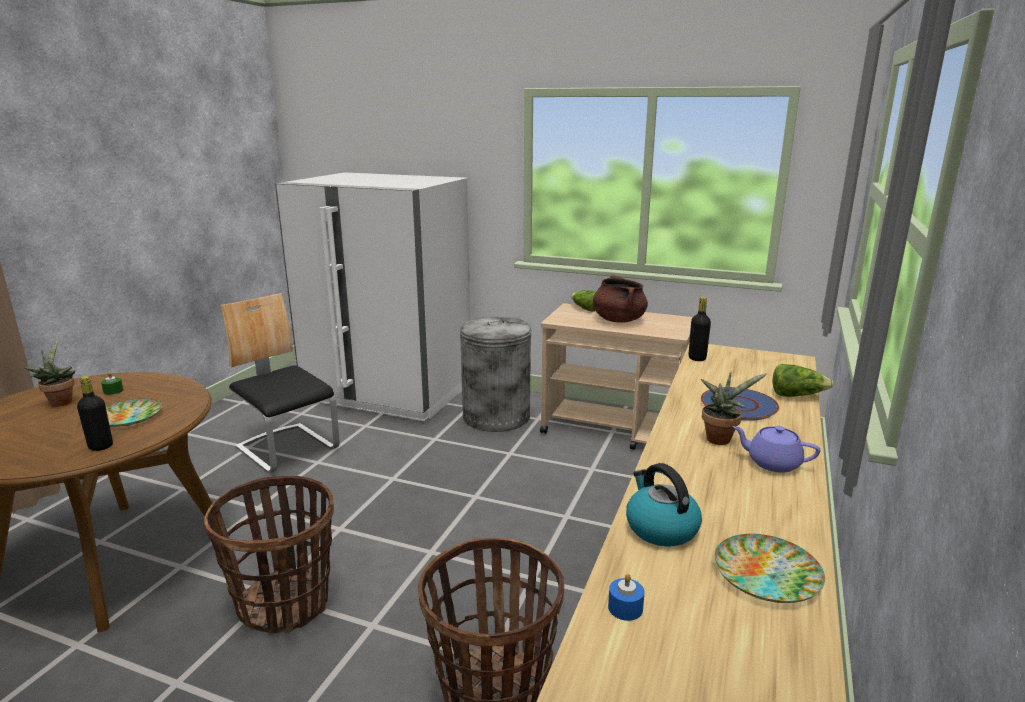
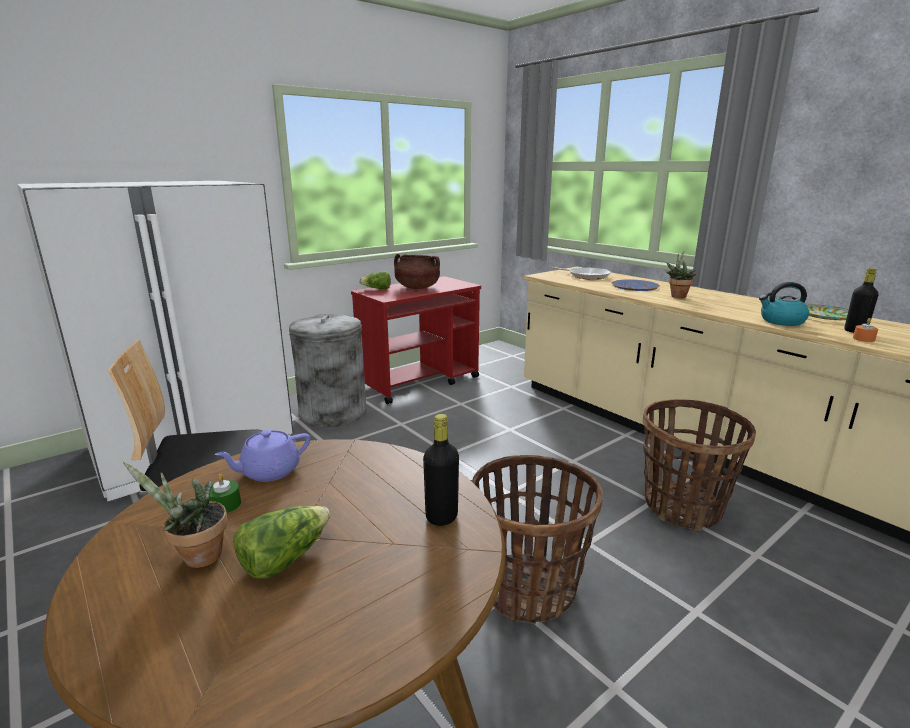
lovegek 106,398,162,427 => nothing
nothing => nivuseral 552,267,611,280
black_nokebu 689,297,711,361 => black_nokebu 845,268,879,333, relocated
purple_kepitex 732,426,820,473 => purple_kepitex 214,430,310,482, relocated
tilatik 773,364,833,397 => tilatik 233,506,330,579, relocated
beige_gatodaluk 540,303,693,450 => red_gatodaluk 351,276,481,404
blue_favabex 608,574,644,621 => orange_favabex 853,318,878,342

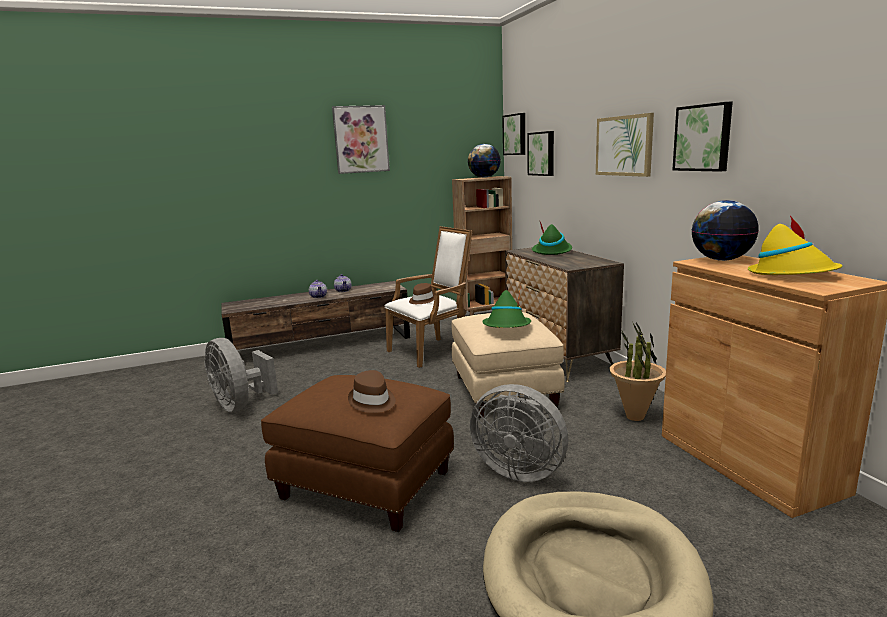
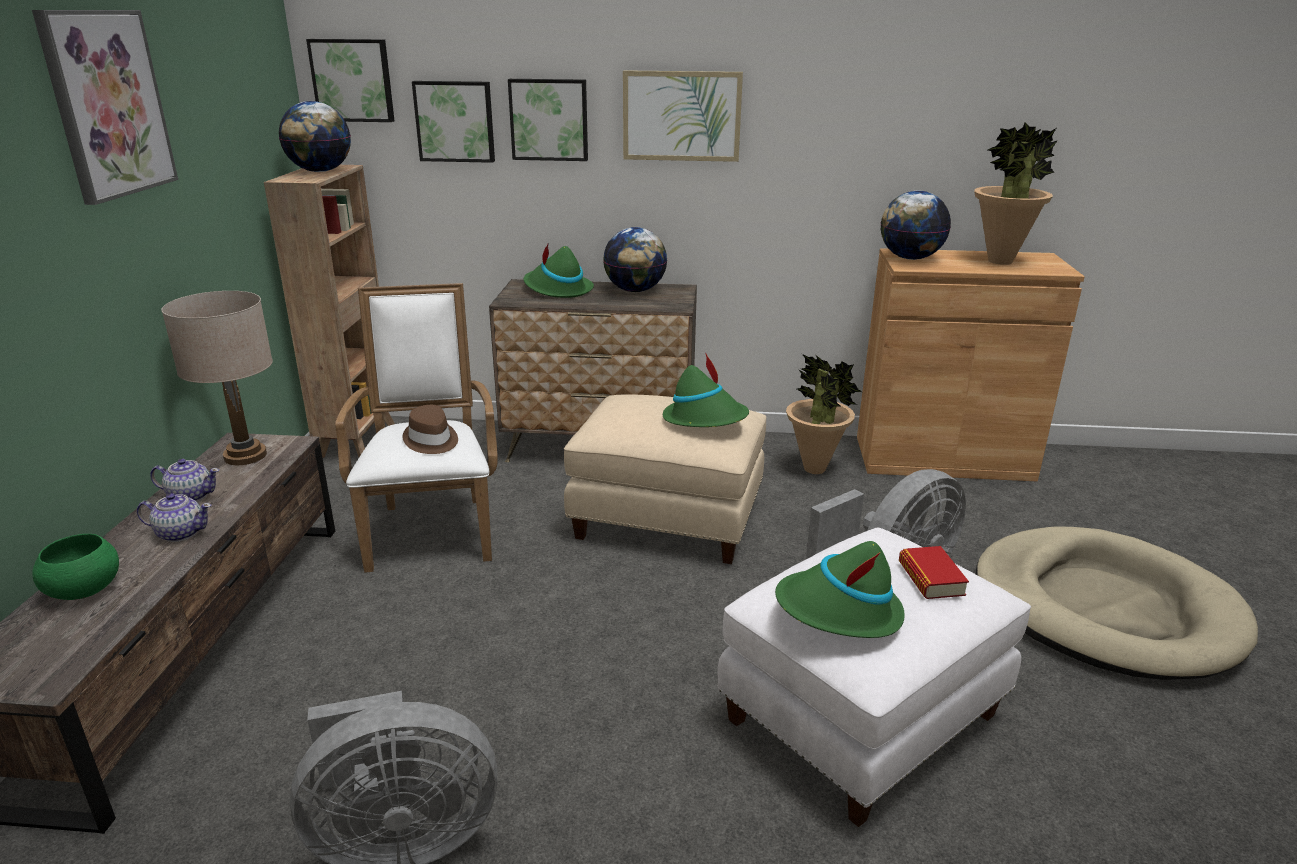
nothing => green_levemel 32,534,119,600
nothing => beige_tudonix 162,291,273,465
nothing => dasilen 603,227,667,292
nothing => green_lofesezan 775,541,905,638
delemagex 672,102,733,172 => delemagex 508,79,588,161, relocated
brown_lofesezan 348,370,396,413 => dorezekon 899,546,969,599
yellow_lofesezan 748,215,843,275 => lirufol 974,122,1058,265
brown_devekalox 261,375,454,532 => white_devekalox 717,527,1031,827

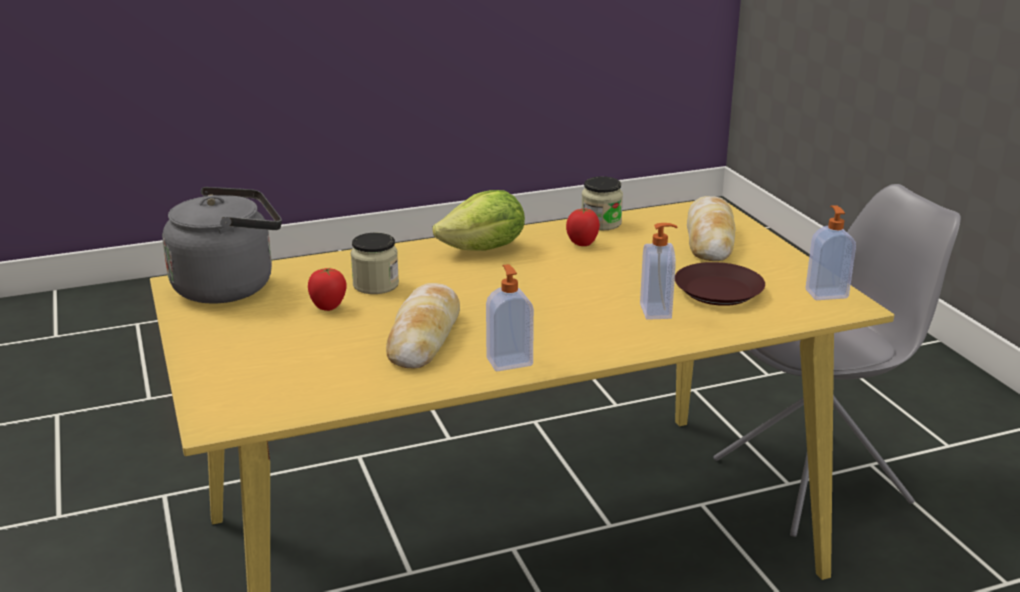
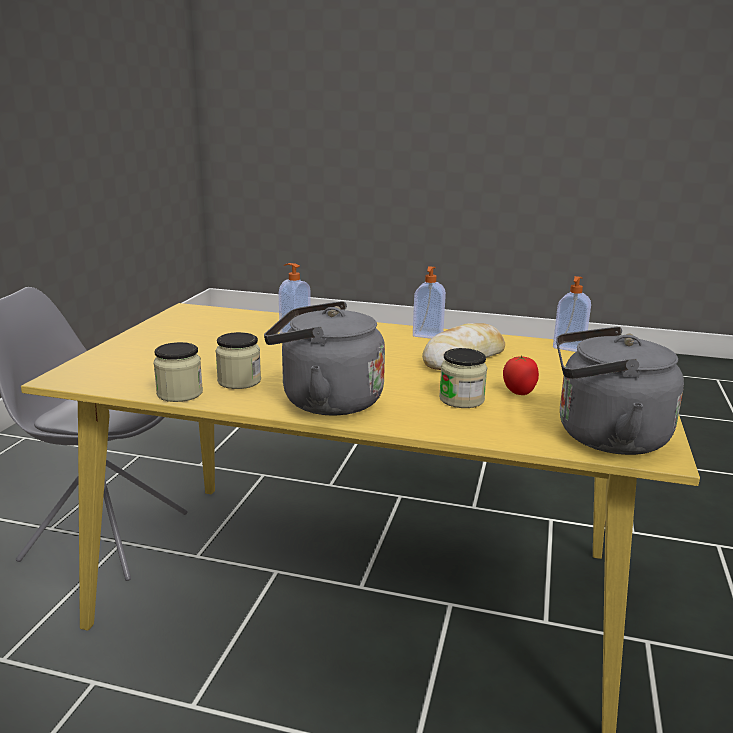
brown_lovegek 675,262,765,306 => nothing
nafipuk 687,196,736,261 => nothing
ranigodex 805,205,856,300 => ranigodex 553,276,591,352, relocated
tilatik 433,190,525,251 => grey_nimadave 264,301,385,416
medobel 566,208,600,246 => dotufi 215,332,261,389

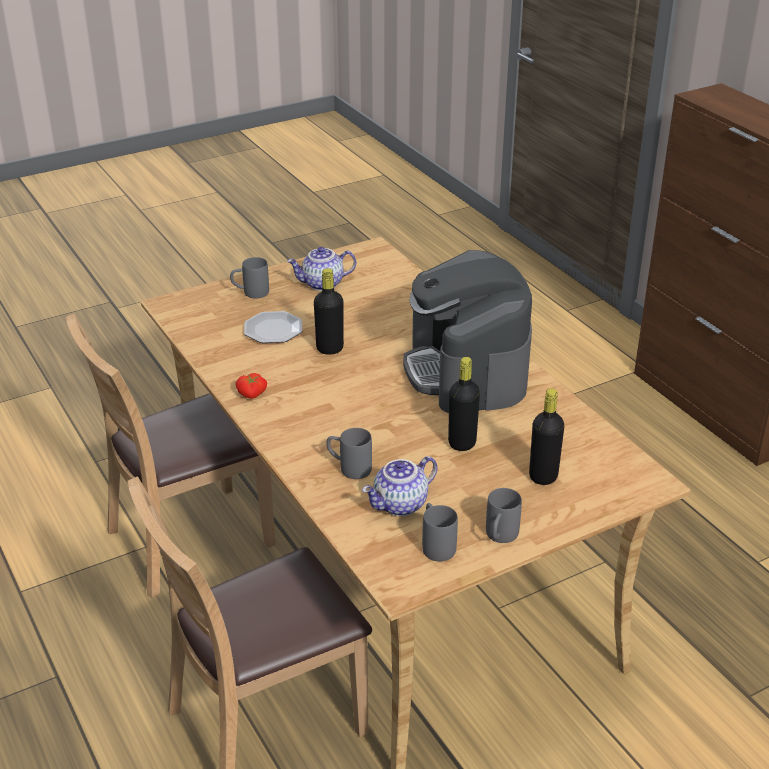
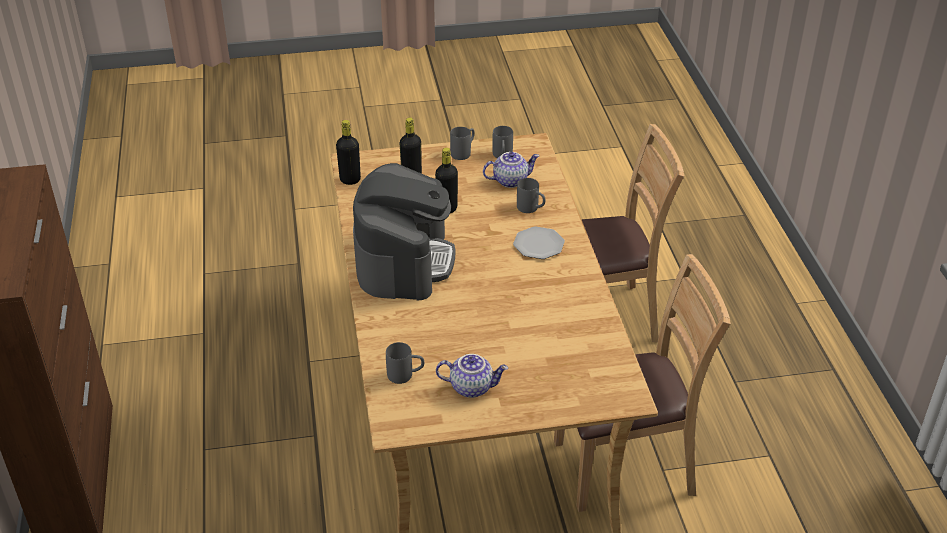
medobel 235,373,267,399 => nothing
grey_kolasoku 230,257,269,298 => grey_kolasoku 386,342,424,384, relocated
lovegek 244,311,302,343 => lovegek 513,226,565,259, relocated
black_nokebu 314,268,344,355 => black_nokebu 336,120,361,185, relocated

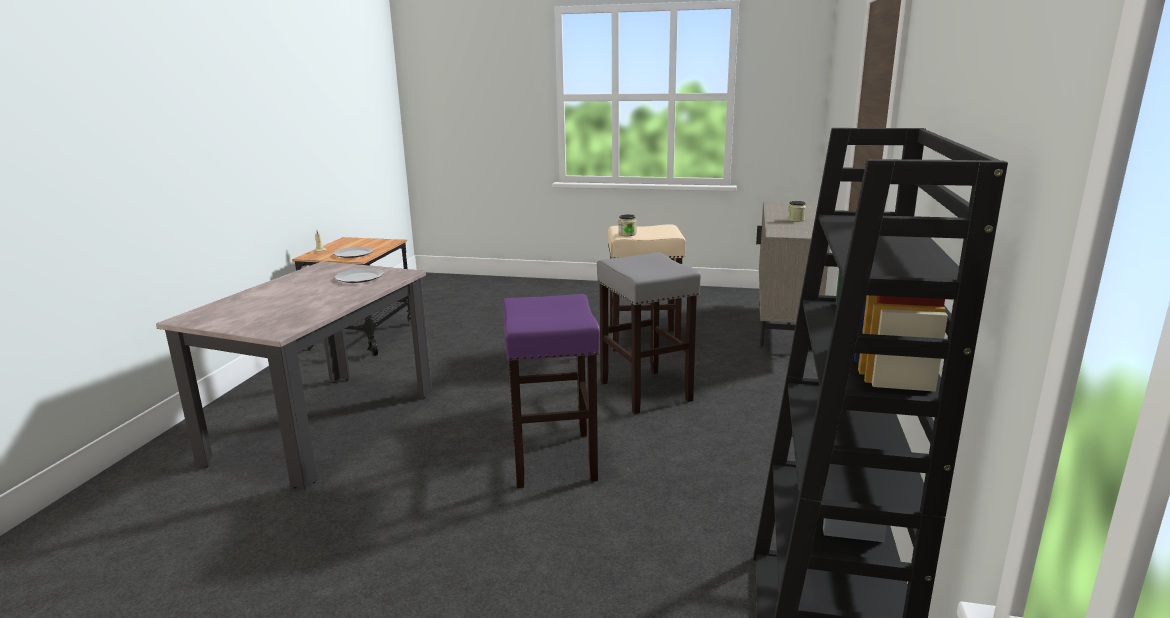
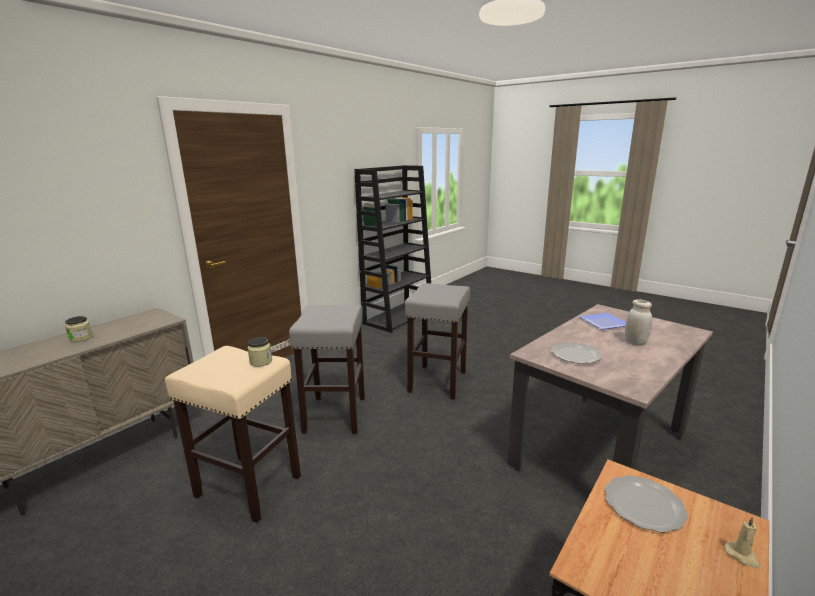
nothing => lovegek 579,313,626,330
nothing => white_dotufi 625,299,652,346
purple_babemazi 503,294,600,488 => grey_babemazi 405,283,470,400

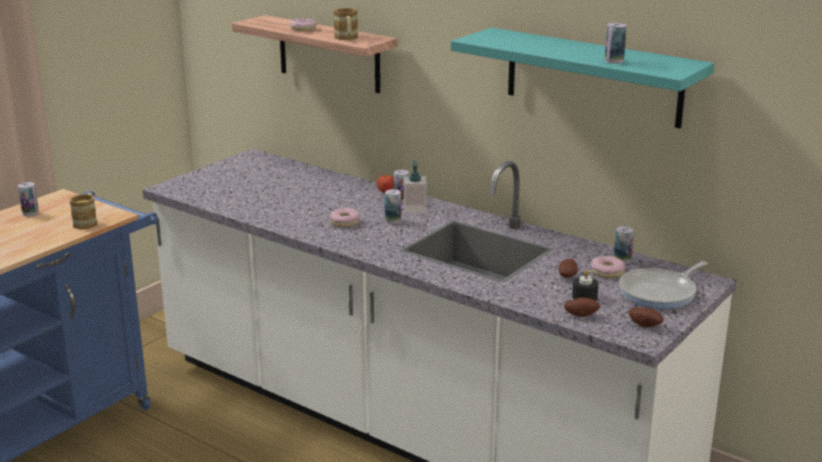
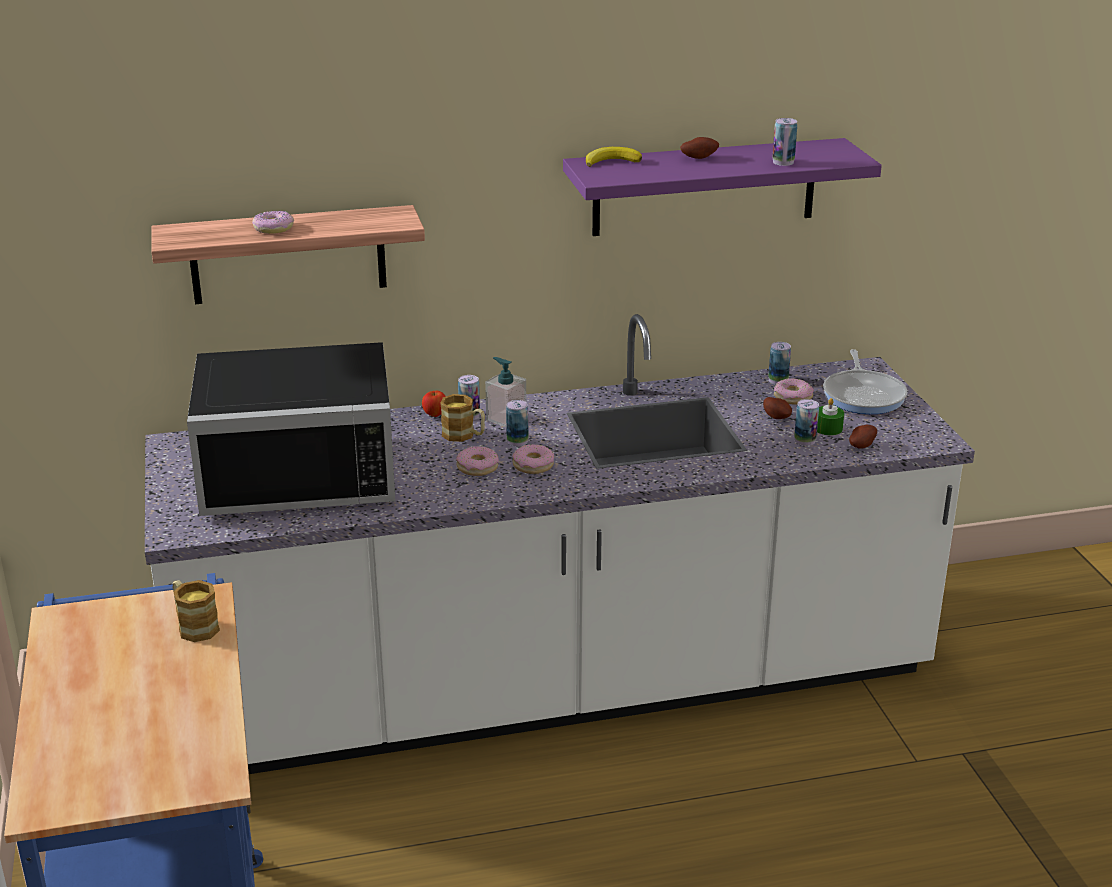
nothing => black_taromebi 187,342,396,516
nothing => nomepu 512,444,554,474
nothing => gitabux 586,147,642,167
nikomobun 18,182,39,216 => nikomobun 794,399,819,446, relocated
kolasoku 333,8,358,40 => kolasoku 440,394,485,442, relocated
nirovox 629,307,664,327 => nirovox 680,137,719,159, relocated
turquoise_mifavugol 451,28,714,128 => purple_mifavugol 563,138,882,236
black_favabex 572,270,599,301 => green_favabex 817,398,844,436

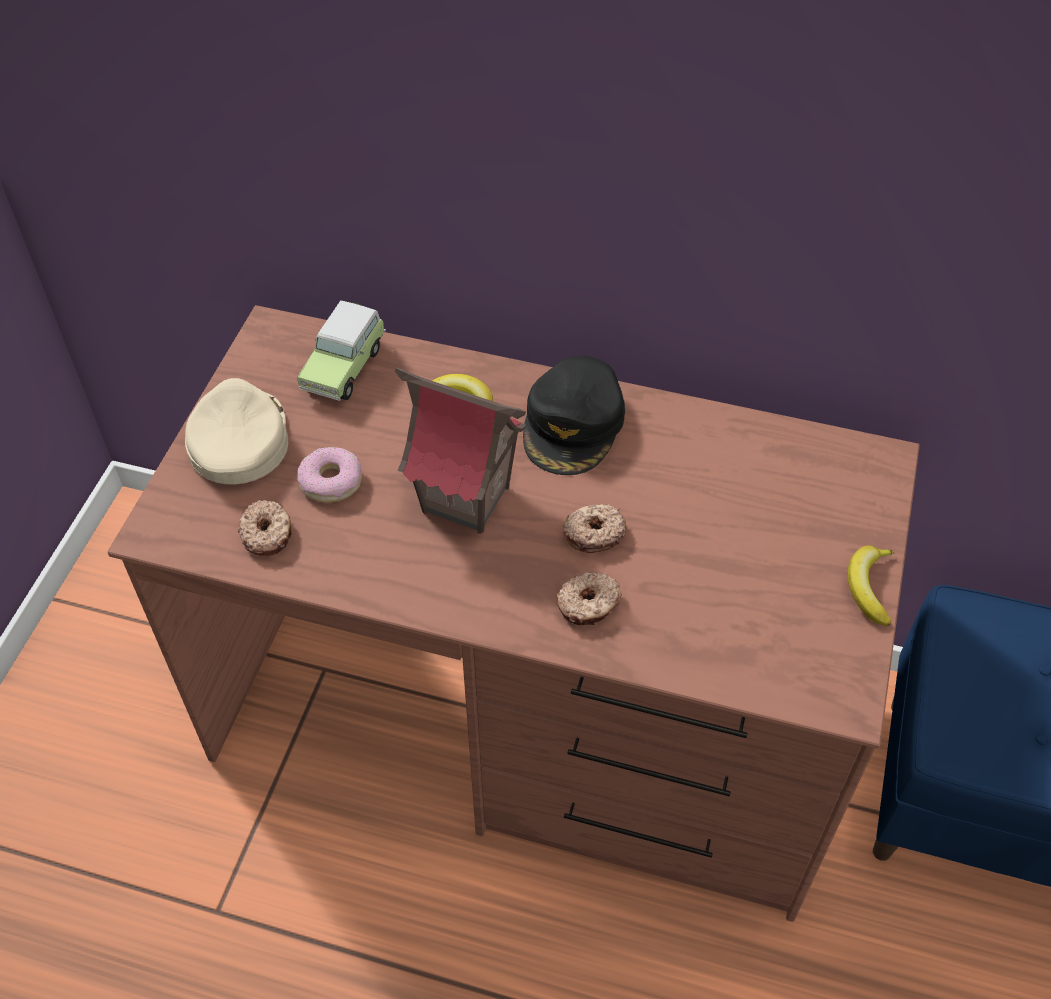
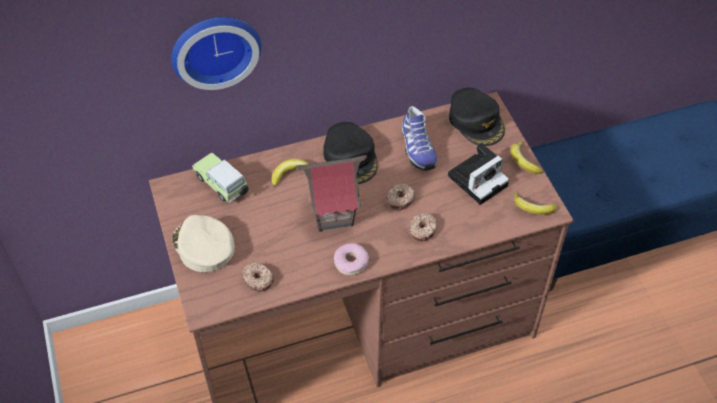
nothing => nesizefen 171,17,261,90
nothing => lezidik 402,106,437,171
nothing => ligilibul 448,143,509,205
nothing => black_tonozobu 449,88,505,146
nothing => gitabux 514,192,557,215
nomepu 297,447,362,503 => nomepu 334,243,369,275, relocated
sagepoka 297,300,386,401 => sagepoka 192,152,249,203, 150 degrees clockwise

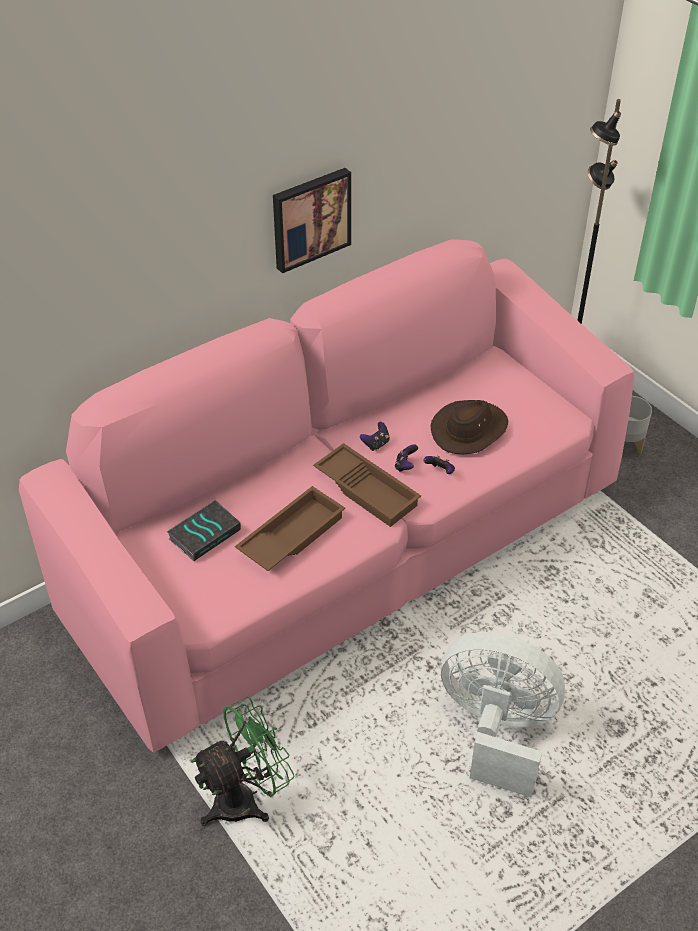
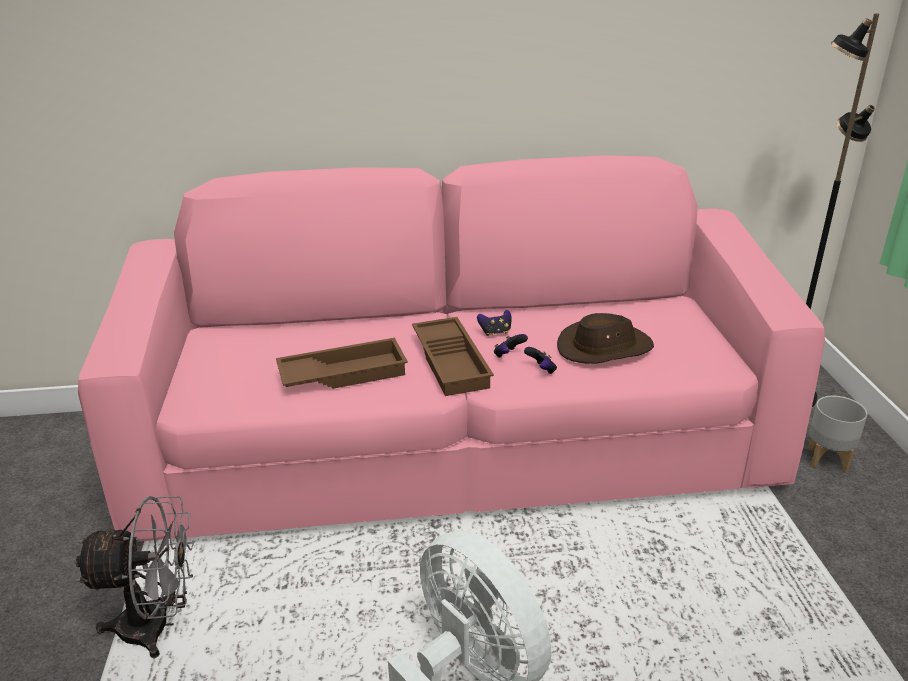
dorezekon 167,500,241,561 => nothing
delemagex 273,168,351,273 => nothing
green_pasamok 191,696,295,826 => grey_pasamok 75,496,194,658

